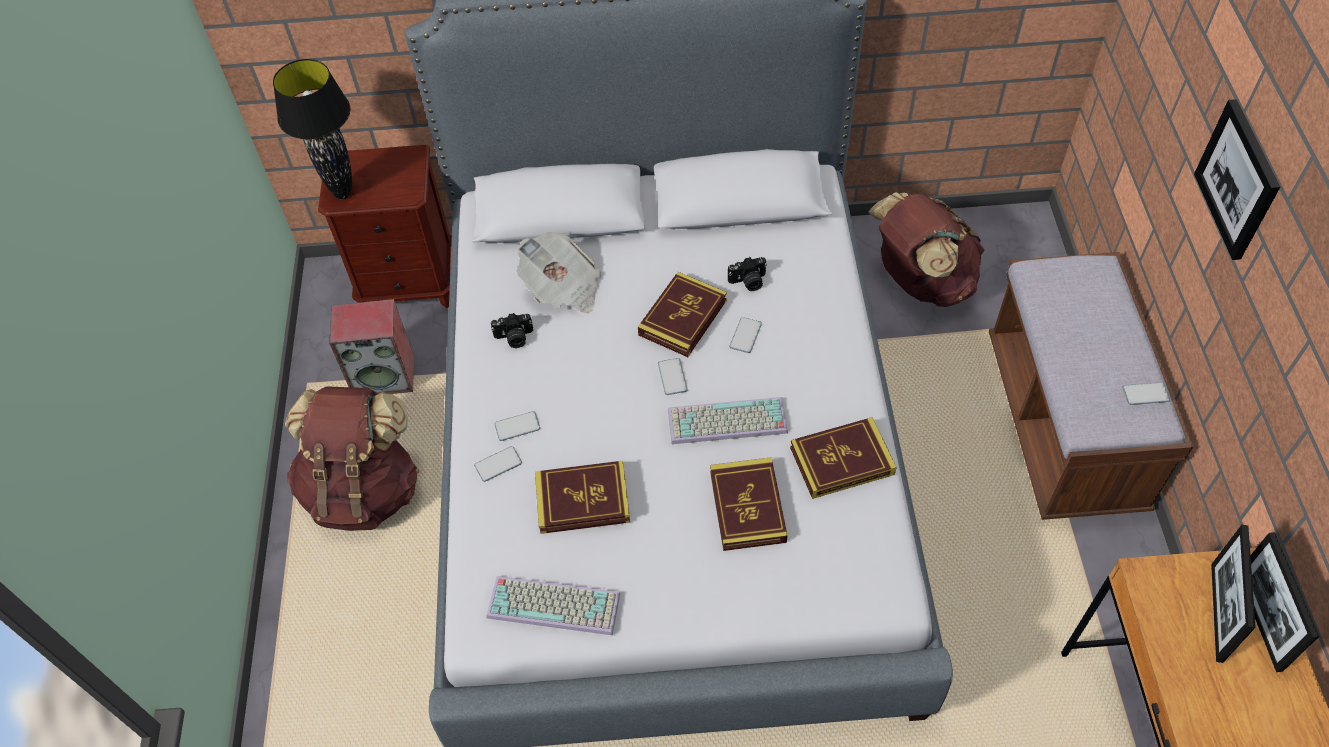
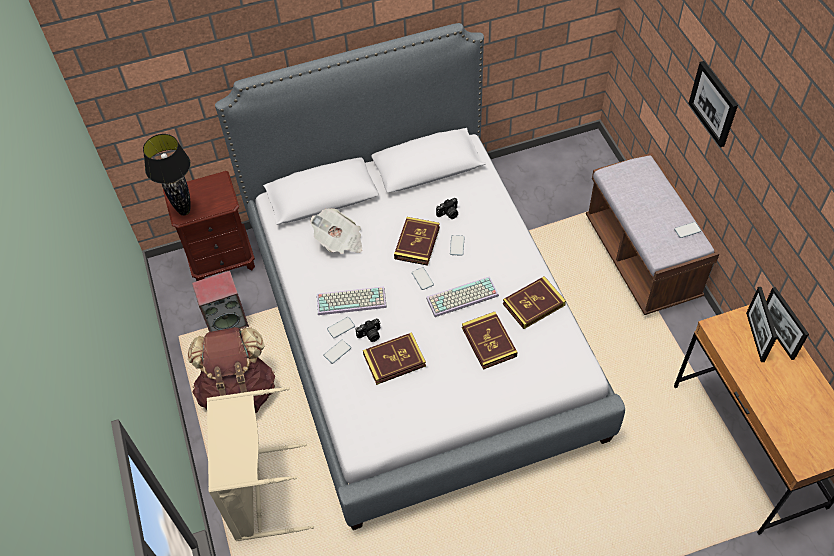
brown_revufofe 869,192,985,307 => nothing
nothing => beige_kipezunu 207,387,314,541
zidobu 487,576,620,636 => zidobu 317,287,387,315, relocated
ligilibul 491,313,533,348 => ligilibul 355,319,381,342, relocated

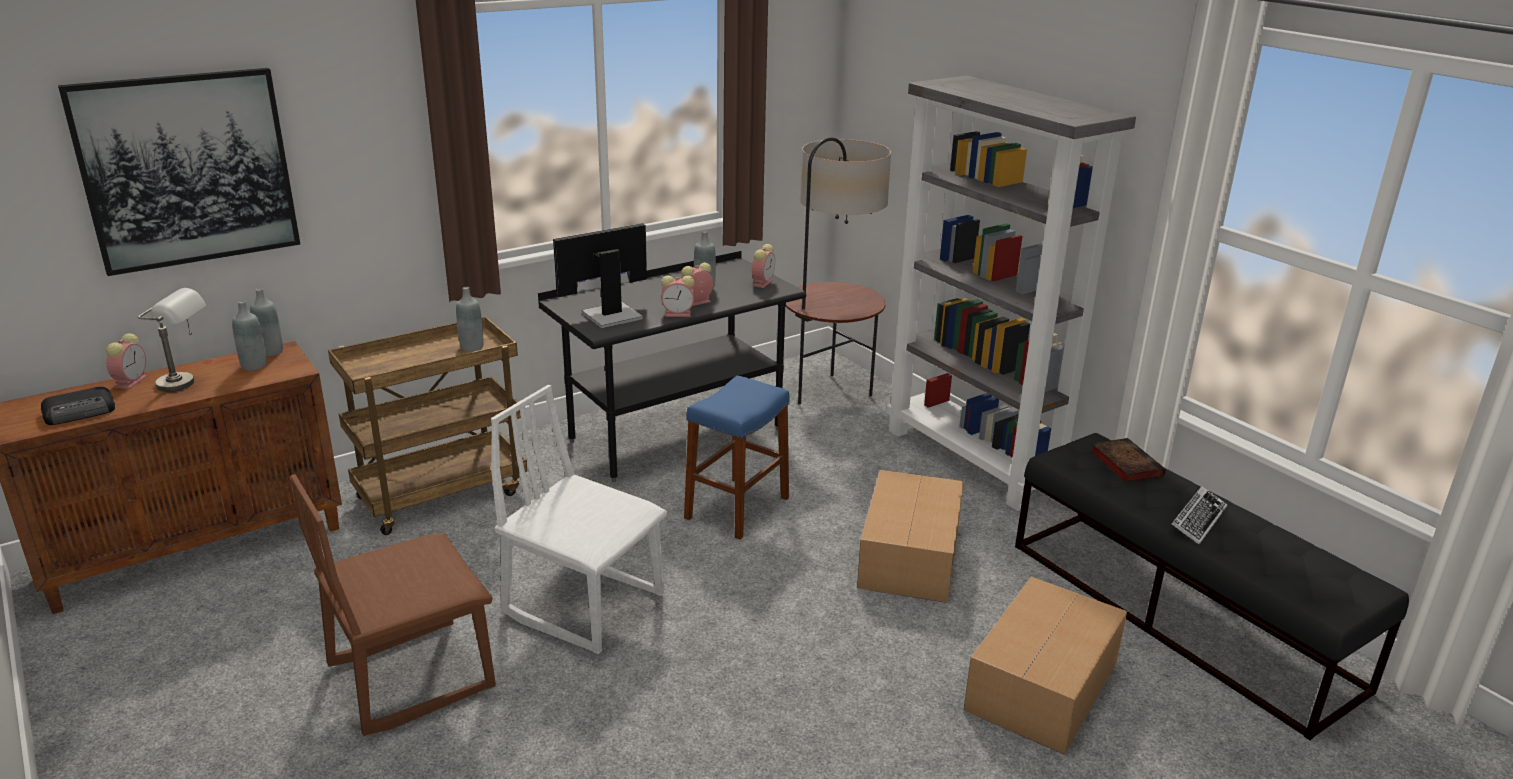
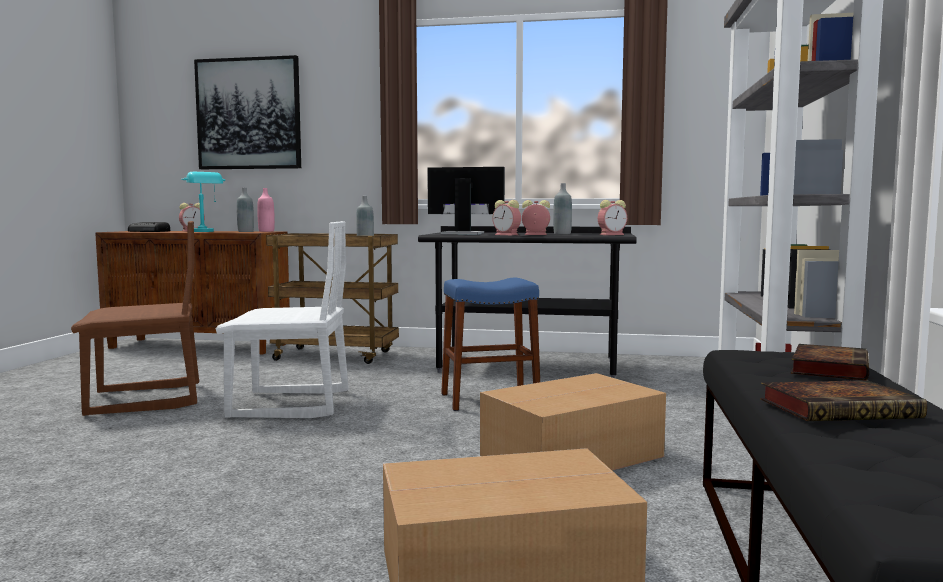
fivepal 786,137,891,404 => nothing
zidobu 1171,486,1227,544 => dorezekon 760,380,927,421
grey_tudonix 138,288,206,392 => turquoise_tudonix 181,172,225,232
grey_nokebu 250,288,283,356 => pink_nokebu 257,188,275,232
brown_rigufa 290,474,496,736 => brown_rigufa 71,221,199,416, 150 degrees clockwise
white_rigufa 491,385,667,654 => white_rigufa 216,221,349,418, 105 degrees clockwise

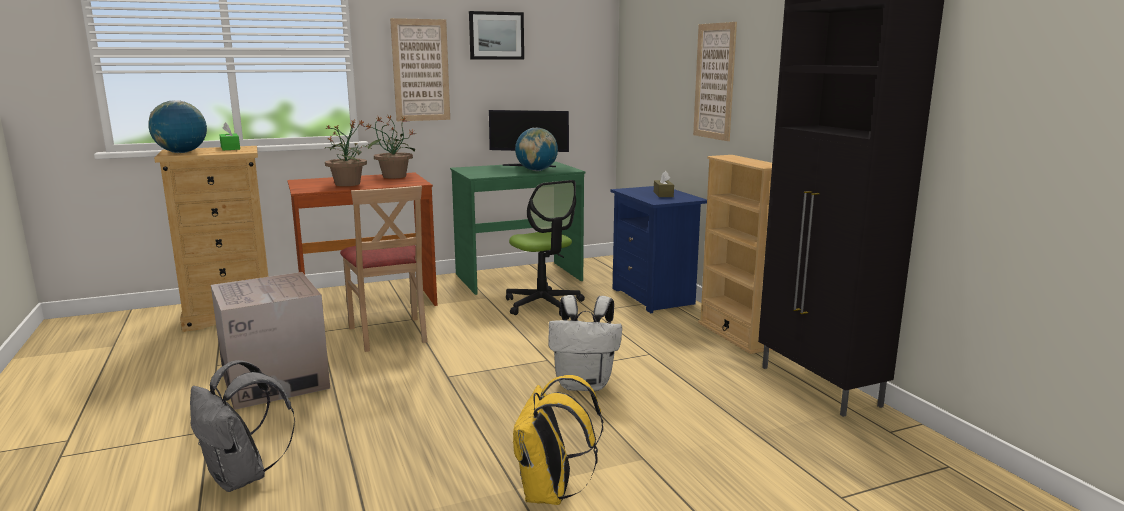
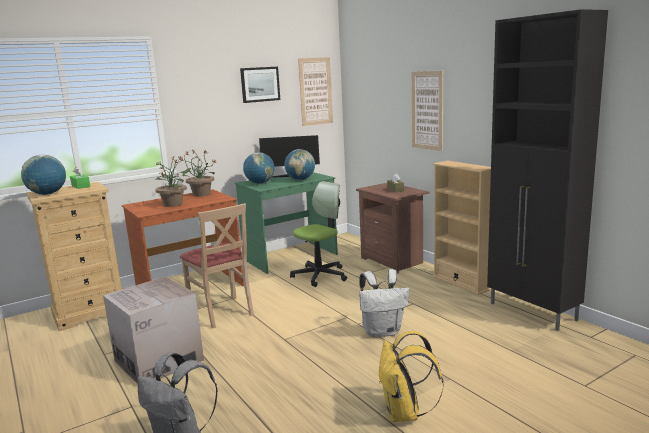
nothing => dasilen 243,152,274,184
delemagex 390,18,450,121 => delemagex 298,57,333,126, relocated
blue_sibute 611,186,707,313 => brown_sibute 356,183,429,273
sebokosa 506,180,585,316 => sebokosa 290,181,347,287, 90 degrees counterclockwise

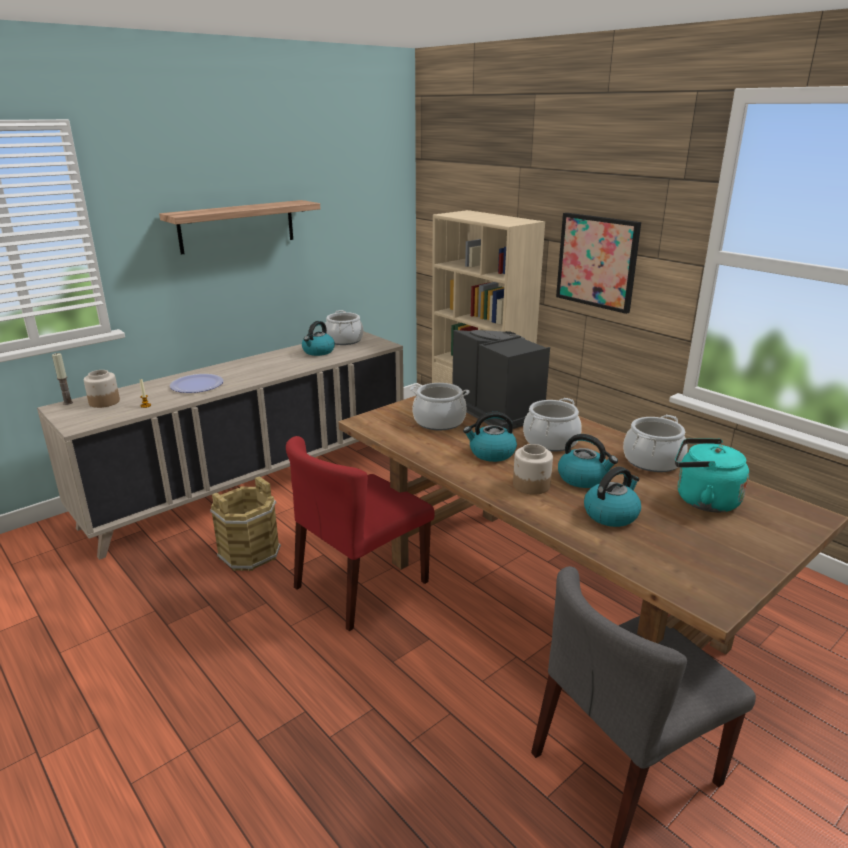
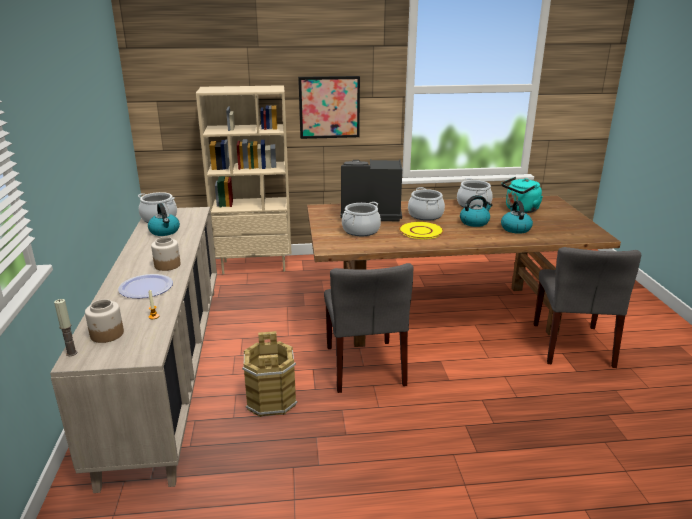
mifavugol 159,200,320,255 => nothing
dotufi 513,444,553,495 => dotufi 151,237,181,271, relocated
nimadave 463,412,517,462 => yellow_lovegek 399,221,444,239
red_rigufa 286,436,435,631 => grey_rigufa 324,263,413,393

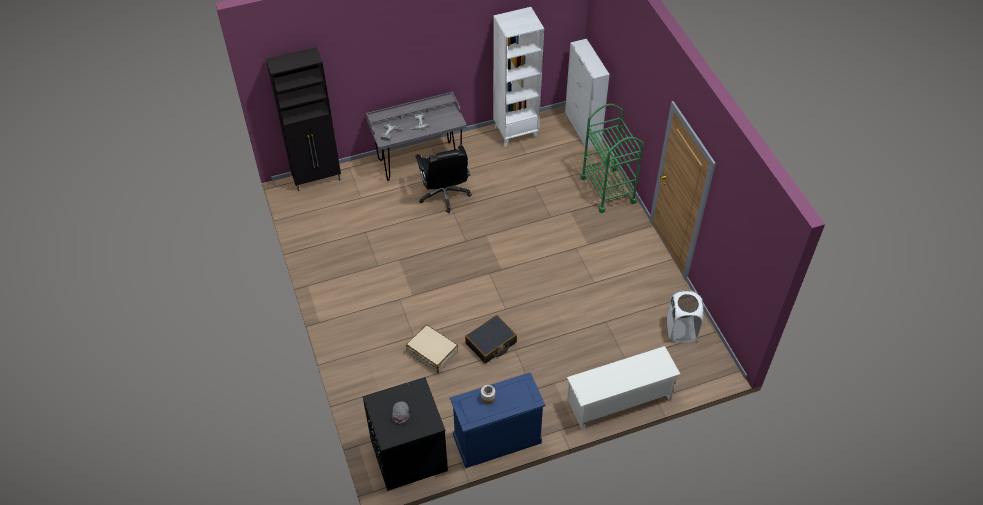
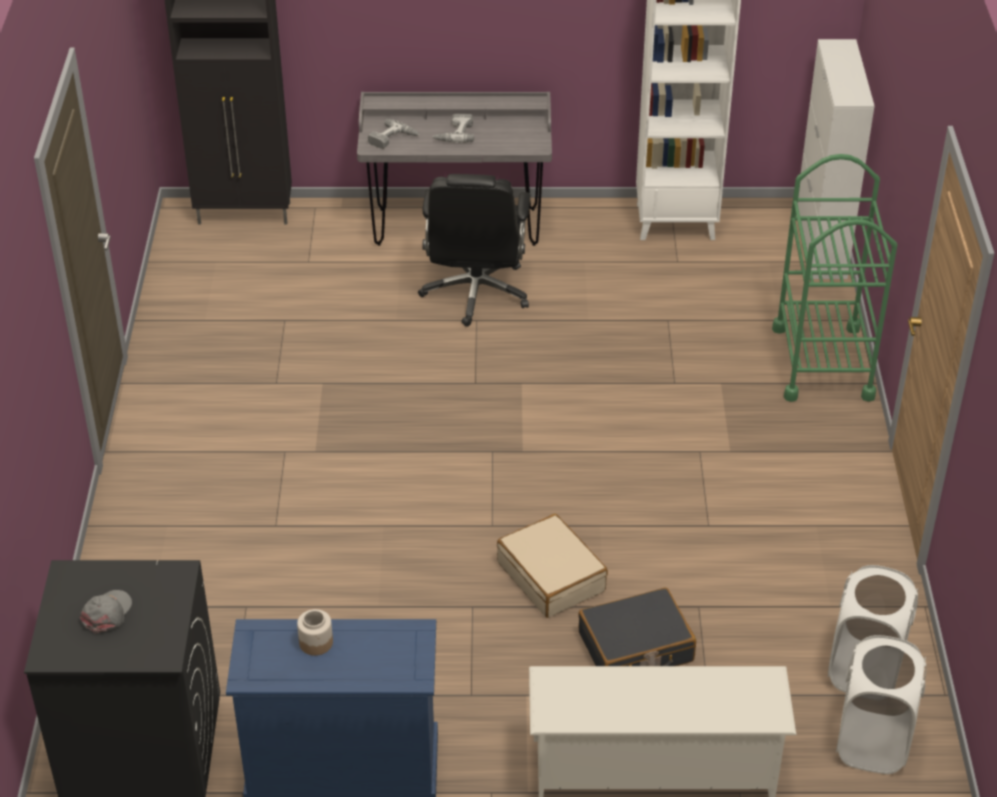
nothing => white_kipezunu 836,635,926,774
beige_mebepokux 406,325,458,373 => beige_mebepokux 497,514,608,618, relocated
black_mebepokux 465,315,517,363 => black_mebepokux 578,588,696,666, relocated

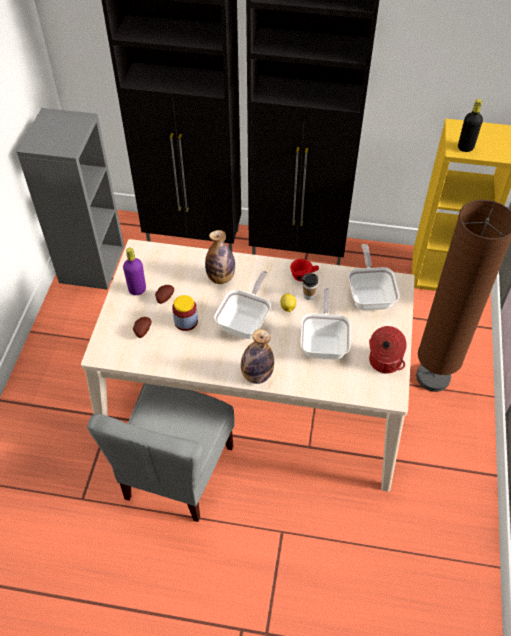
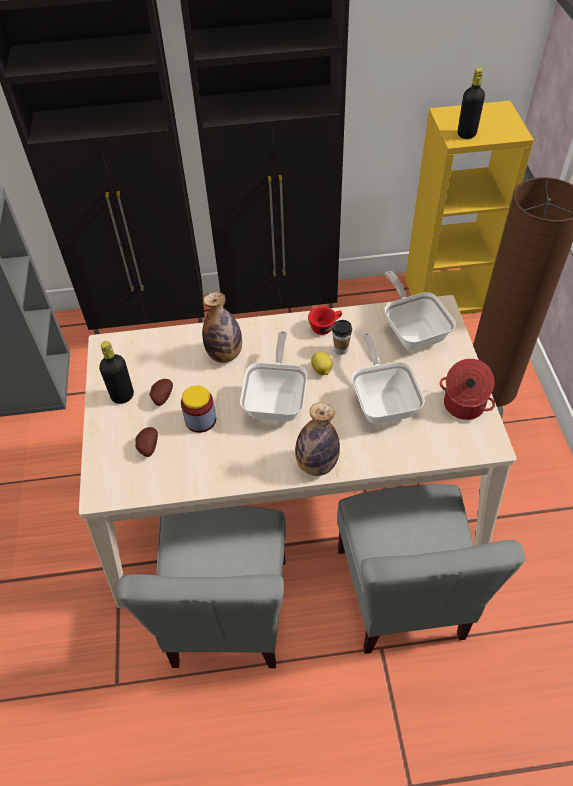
nothing => grey_rigufa 337,484,525,654
purple_nokebu 123,248,146,295 => black_nokebu 99,341,134,404

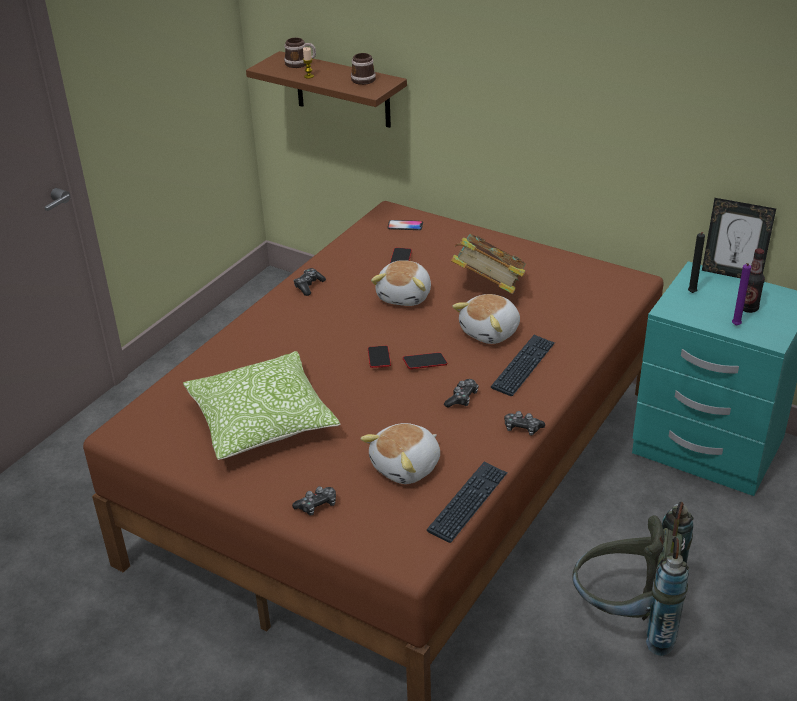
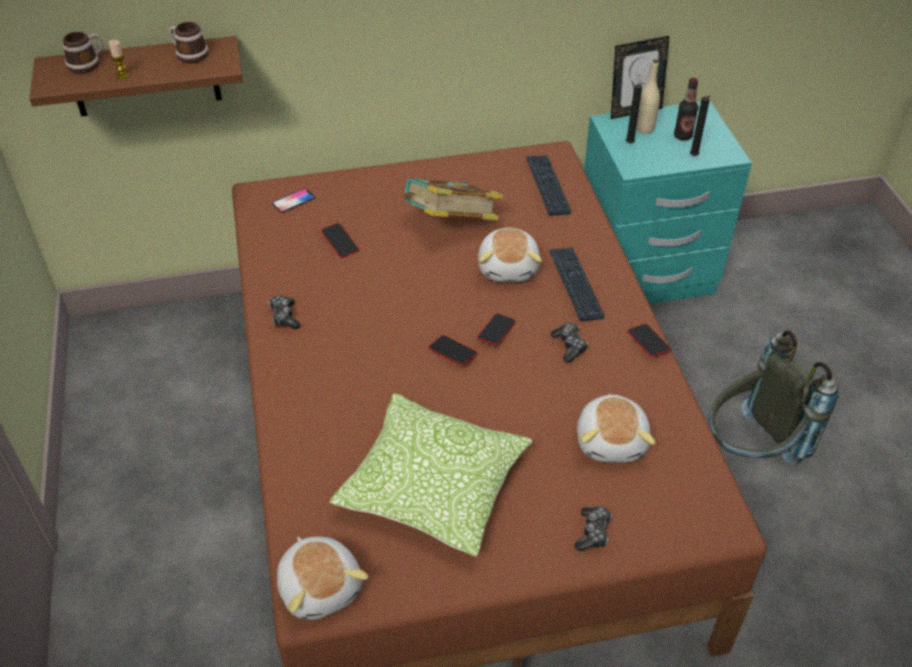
nothing => beige_nokebu 636,59,660,134
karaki 371,260,431,306 => karaki 277,537,369,620, relocated
zidobu 427,462,508,543 => zidobu 526,155,572,216, relocated
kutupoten 504,411,545,435 => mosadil 627,324,671,357
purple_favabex 732,263,751,325 => black_favabex 690,96,711,156

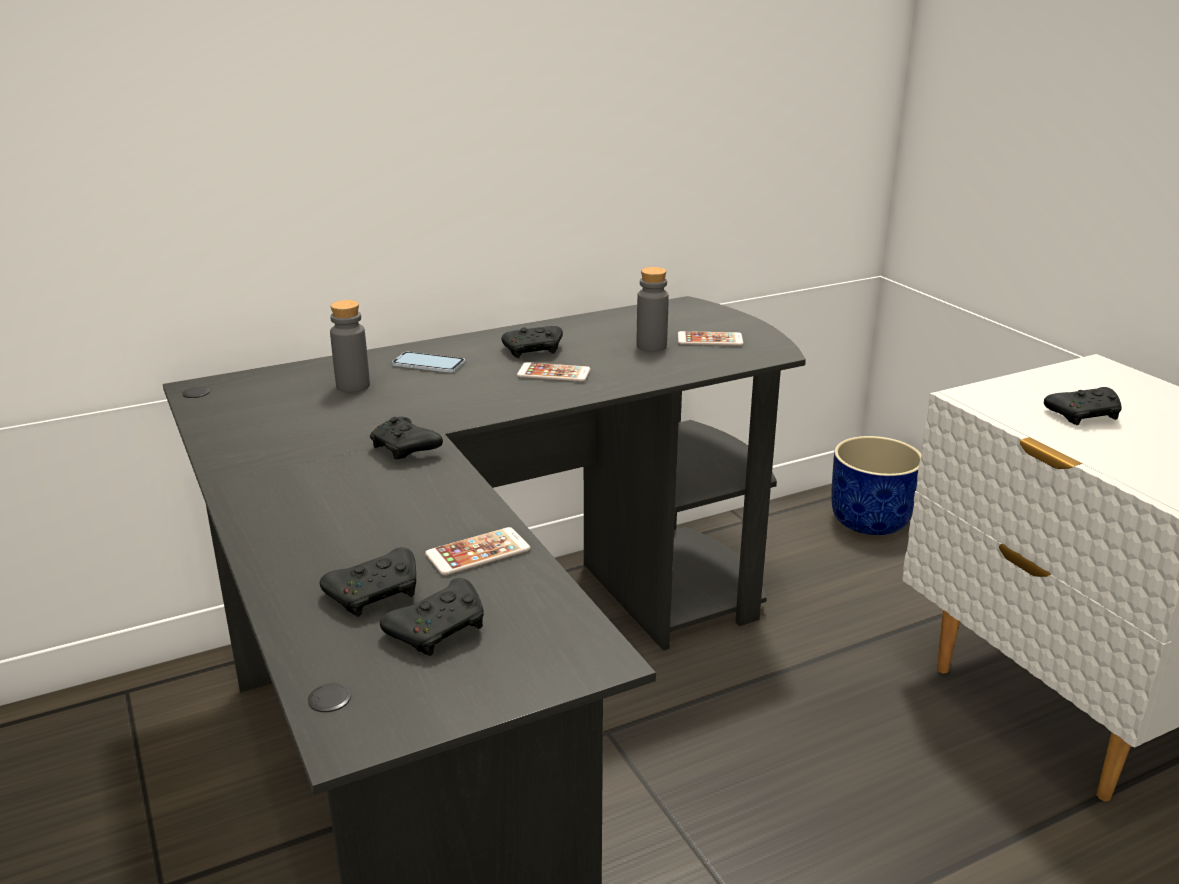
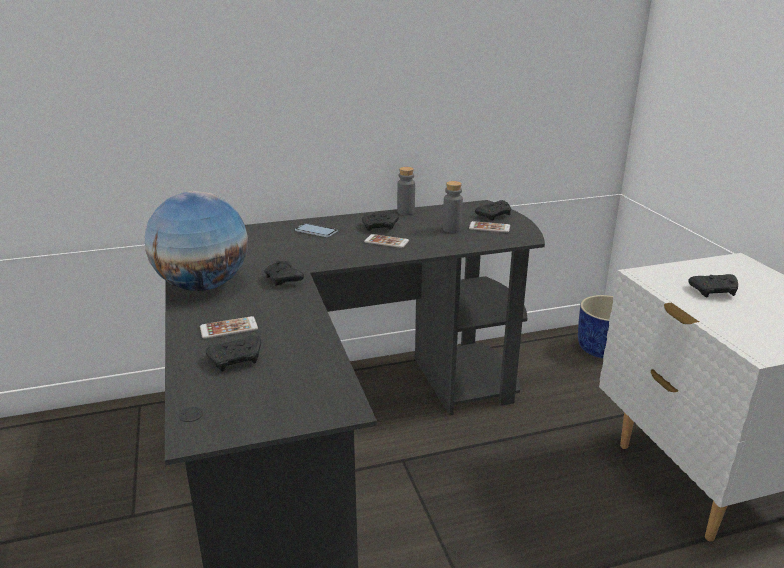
nothing => dasilen 145,191,248,291
grey_nokebu 330,300,370,392 => grey_nokebu 397,167,415,215, relocated
black_kutupoten 380,578,484,656 => black_kutupoten 475,200,511,220, relocated
mosadil 425,527,530,576 => mosadil 200,316,258,339, relocated

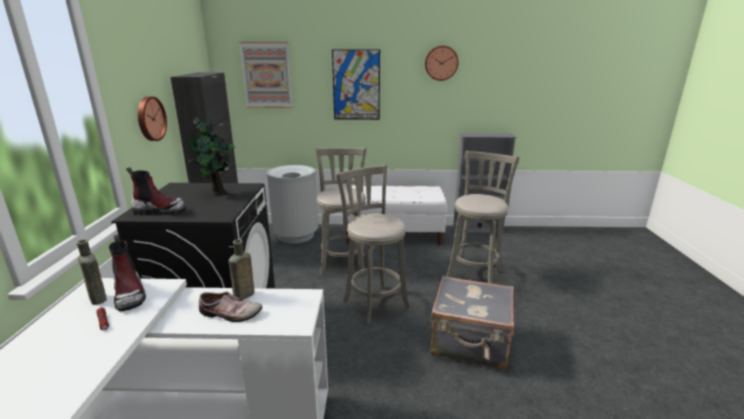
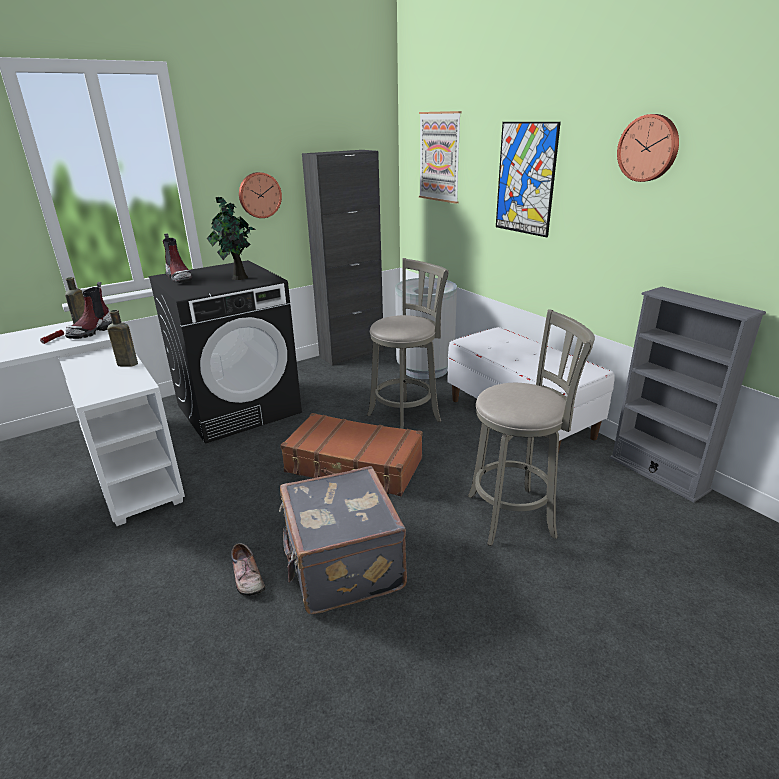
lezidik 199,291,262,322 => lezidik 231,543,266,596, relocated
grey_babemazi 336,164,410,325 => brown_mebepokux 280,413,423,496

